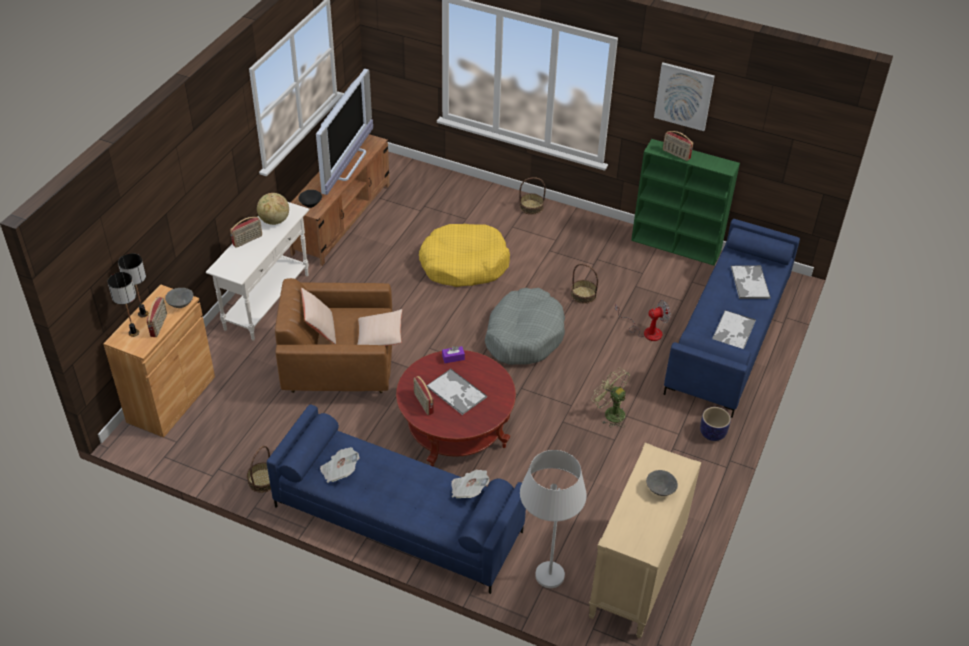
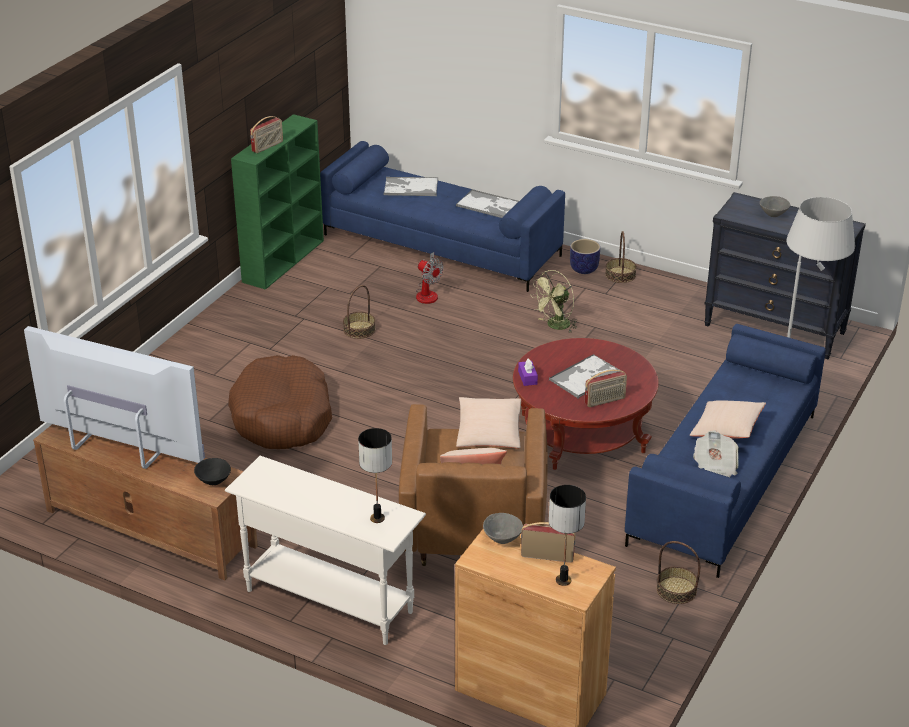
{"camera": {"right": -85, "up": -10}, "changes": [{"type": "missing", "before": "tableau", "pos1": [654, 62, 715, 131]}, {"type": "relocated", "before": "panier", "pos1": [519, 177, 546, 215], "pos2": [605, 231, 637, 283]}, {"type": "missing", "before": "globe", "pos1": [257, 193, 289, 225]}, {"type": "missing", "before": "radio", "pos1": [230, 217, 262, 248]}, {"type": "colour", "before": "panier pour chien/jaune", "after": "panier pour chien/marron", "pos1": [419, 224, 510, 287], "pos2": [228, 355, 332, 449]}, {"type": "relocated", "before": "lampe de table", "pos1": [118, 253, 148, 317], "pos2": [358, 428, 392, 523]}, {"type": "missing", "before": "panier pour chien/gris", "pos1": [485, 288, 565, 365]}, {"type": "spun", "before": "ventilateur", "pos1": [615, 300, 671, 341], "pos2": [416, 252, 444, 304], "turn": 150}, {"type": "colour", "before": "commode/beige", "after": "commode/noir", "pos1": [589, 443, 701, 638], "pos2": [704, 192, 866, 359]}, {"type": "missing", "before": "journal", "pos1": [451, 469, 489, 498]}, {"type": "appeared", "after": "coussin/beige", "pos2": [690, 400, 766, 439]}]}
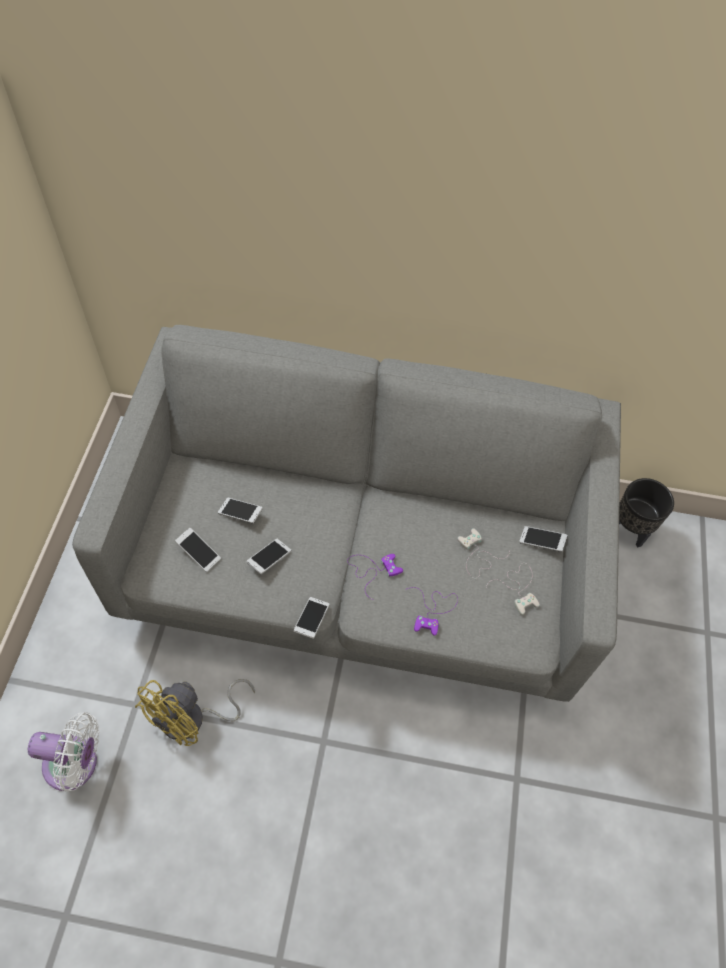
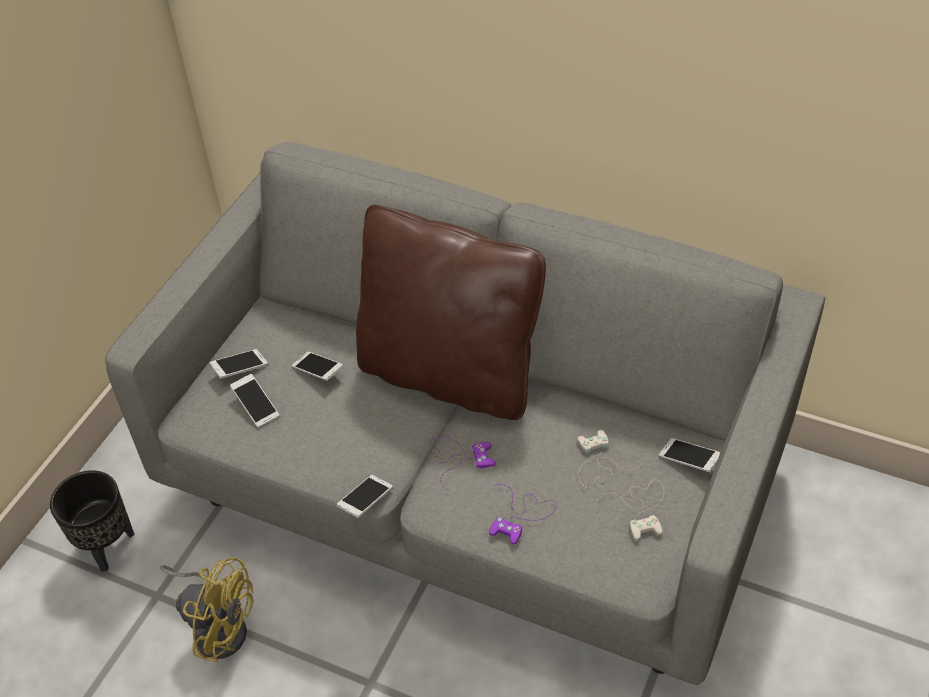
{"camera": {"right": 20, "up": -10}, "changes": [{"type": "relocated", "before": "cache-pot/noir", "pos1": [619, 478, 674, 548], "pos2": [50, 470, 135, 572]}, {"type": "relocated", "before": "téléphone", "pos1": [246, 539, 291, 574], "pos2": [209, 349, 268, 379]}, {"type": "spun", "before": "ventilateur/jaune", "pos1": [135, 679, 255, 746], "pos2": [160, 557, 253, 662], "turn": -120}, {"type": "missing", "before": "ventilateur/blanc", "pos1": [28, 712, 99, 792]}, {"type": "appeared", "after": "coussin/marron", "pos2": [356, 205, 546, 420]}]}
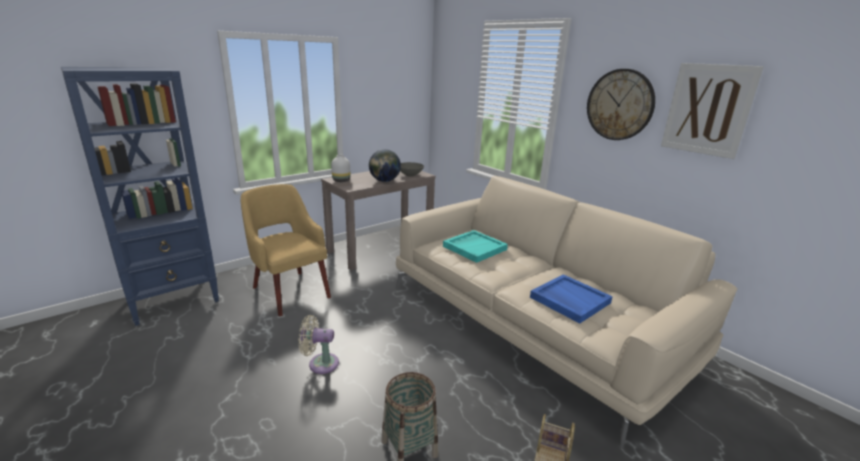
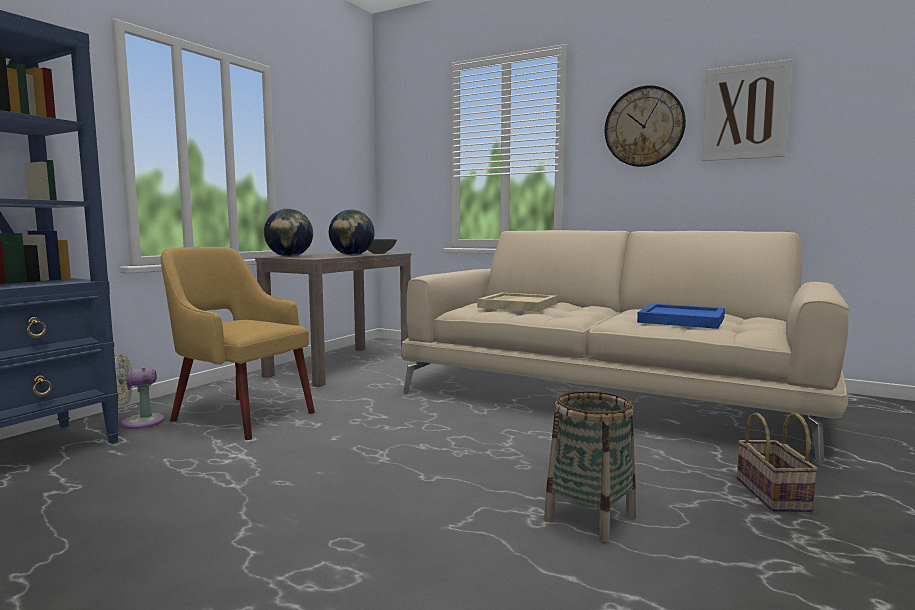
{"camera": {"right": -20, "up": -15}, "changes": [{"type": "exchanged", "before": "vase/blanc", "after": "globe", "pos1": [331, 155, 350, 182], "pos2": [264, 209, 313, 257]}, {"type": "colour", "before": "plateau/turquoise", "after": "plateau/beige", "pos1": [443, 230, 508, 263], "pos2": [477, 292, 558, 312]}, {"type": "relocated", "before": "ventilateur/beige", "pos1": [298, 315, 339, 374], "pos2": [114, 354, 165, 429]}]}
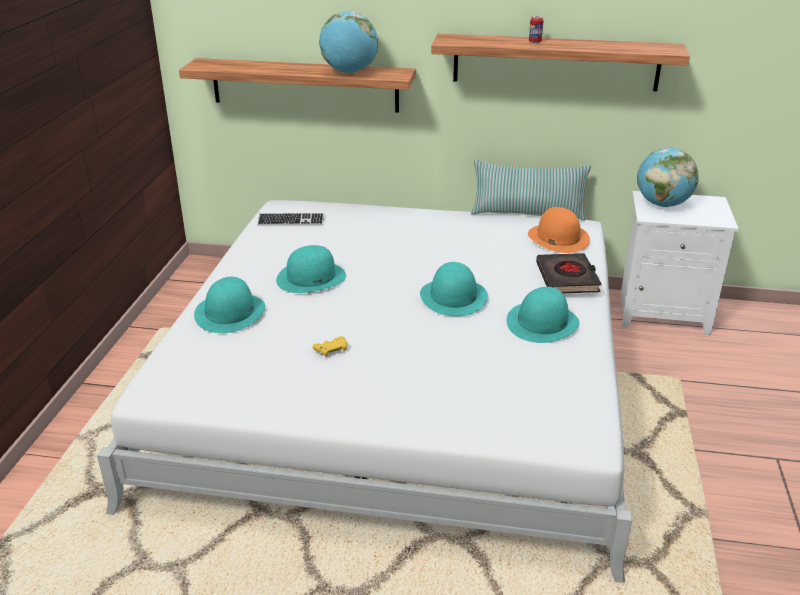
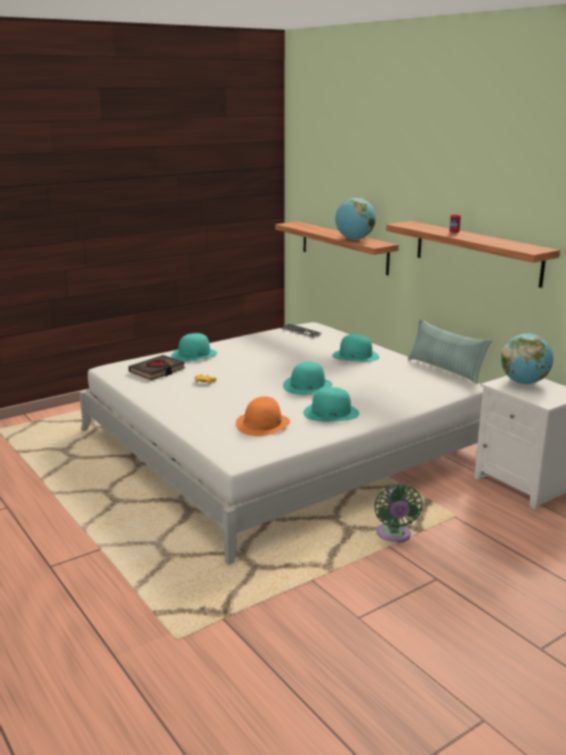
{"camera": {"right": 45, "up": -10}, "changes": [{"type": "relocated", "before": "chapeau/orange", "pos1": [528, 207, 590, 253], "pos2": [236, 396, 290, 436]}, {"type": "relocated", "before": "chapeau/turquoise", "pos1": [276, 245, 346, 293], "pos2": [332, 334, 379, 362]}, {"type": "relocated", "before": "livre/noir", "pos1": [536, 253, 602, 293], "pos2": [128, 355, 185, 380]}, {"type": "appeared", "after": "ventilateur/vert", "pos2": [374, 484, 422, 543]}]}
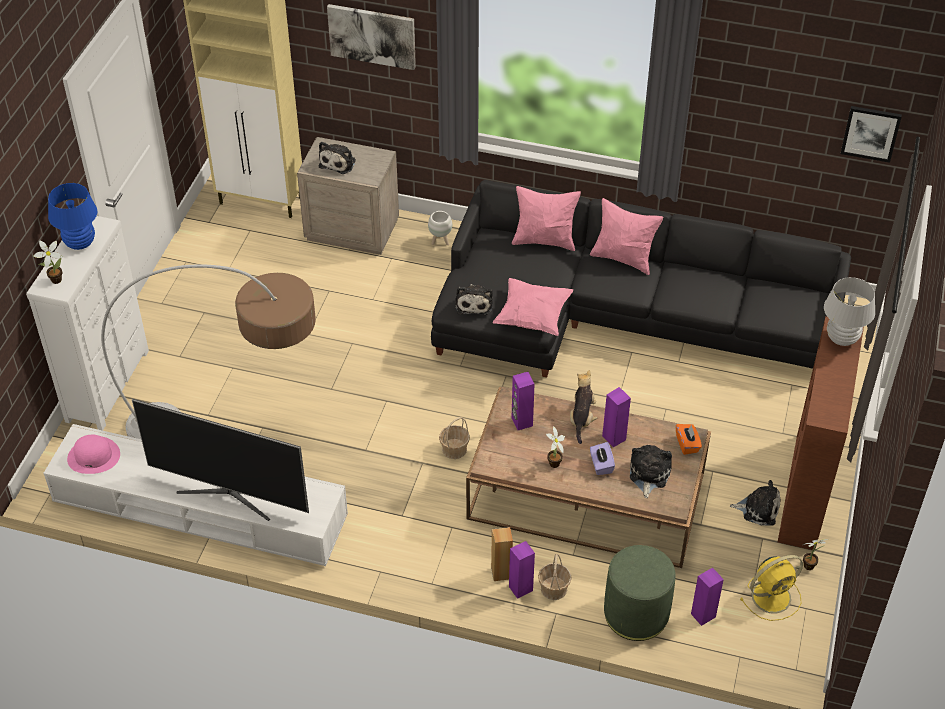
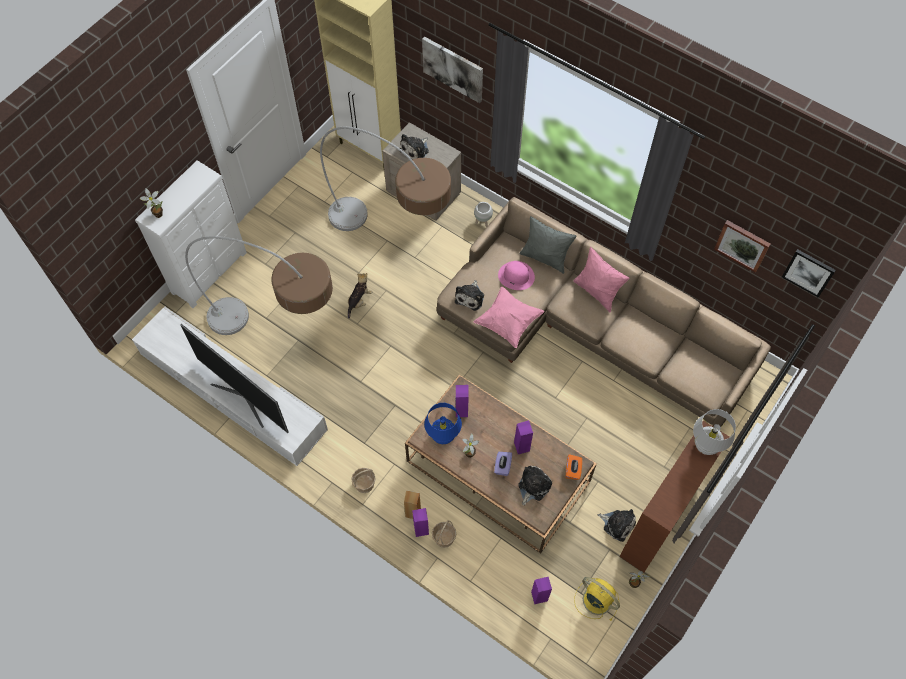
{"camera": {"right": 20, "up": 15}, "changes": [{"type": "colour", "before": "canapé/noir", "after": "canapé/beige", "pos1": [431, 180, 851, 378], "pos2": [437, 197, 771, 427]}, {"type": "relocated", "before": "lampe de table/bleu", "pos1": [48, 183, 97, 250], "pos2": [424, 403, 462, 444]}, {"type": "colour", "before": "coussin/rose", "after": "coussin/gris", "pos1": [512, 186, 581, 251], "pos2": [520, 216, 576, 274]}, {"type": "relocated", "before": "peluche", "pos1": [570, 370, 597, 444], "pos2": [348, 273, 372, 319]}, {"type": "relocated", "before": "panier", "pos1": [439, 417, 470, 459], "pos2": [351, 468, 376, 493]}, {"type": "relocated", "before": "chapeau/rose", "pos1": [67, 435, 120, 474], "pos2": [498, 261, 535, 290]}, {"type": "missing", "before": "pouf/vert", "pos1": [604, 545, 676, 641]}, {"type": "spun", "before": "ventilateur/jaune", "pos1": [740, 555, 803, 621], "pos2": [574, 577, 620, 622], "turn": -135}, {"type": "appeared", "after": "lampadaire", "pos2": [320, 127, 451, 231]}, {"type": "appeared", "after": "tableau", "pos2": [714, 220, 771, 273]}]}
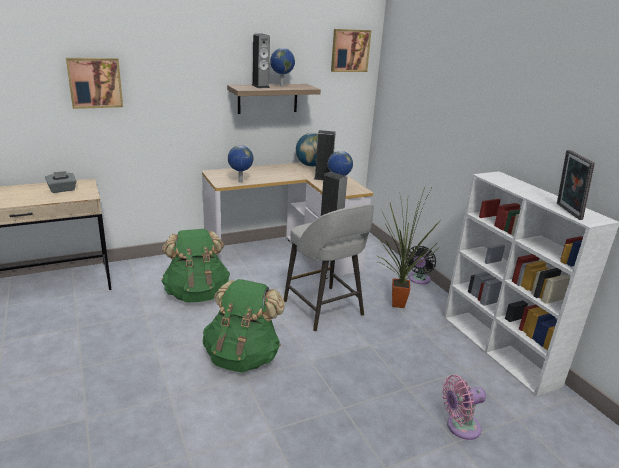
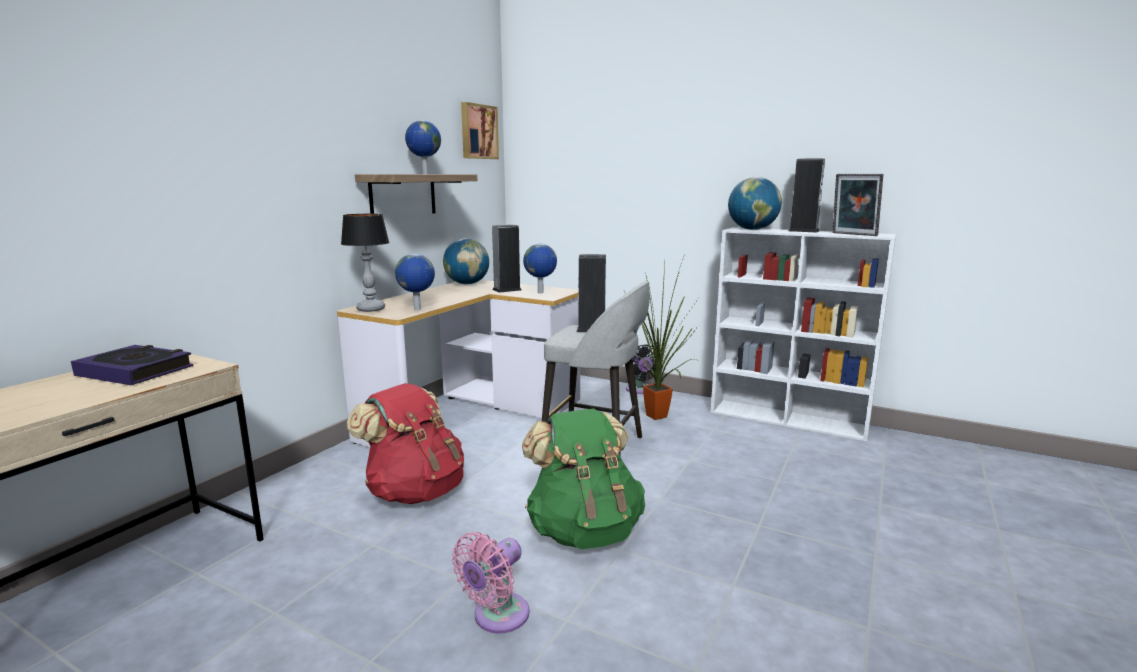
{"camera": {"right": -35, "up": -10}, "changes": [{"type": "relocated", "before": "enceinte", "pos1": [252, 33, 270, 88], "pos2": [788, 158, 825, 233]}, {"type": "missing", "before": "tableau", "pos1": [66, 58, 123, 109]}, {"type": "exchanged", "before": "boîte à mouchoirs/gris", "after": "livre", "pos1": [45, 171, 76, 193], "pos2": [71, 345, 193, 385]}, {"type": "colour", "before": "sac à dos/vert", "after": "sac à dos/rouge", "pos1": [161, 229, 230, 303], "pos2": [347, 383, 464, 504]}, {"type": "relocated", "before": "ventilateur/rose", "pos1": [442, 375, 486, 440], "pos2": [452, 532, 529, 633]}, {"type": "appeared", "after": "globe", "pos2": [728, 177, 782, 230]}, {"type": "appeared", "after": "lampe de table", "pos2": [341, 214, 389, 312]}]}
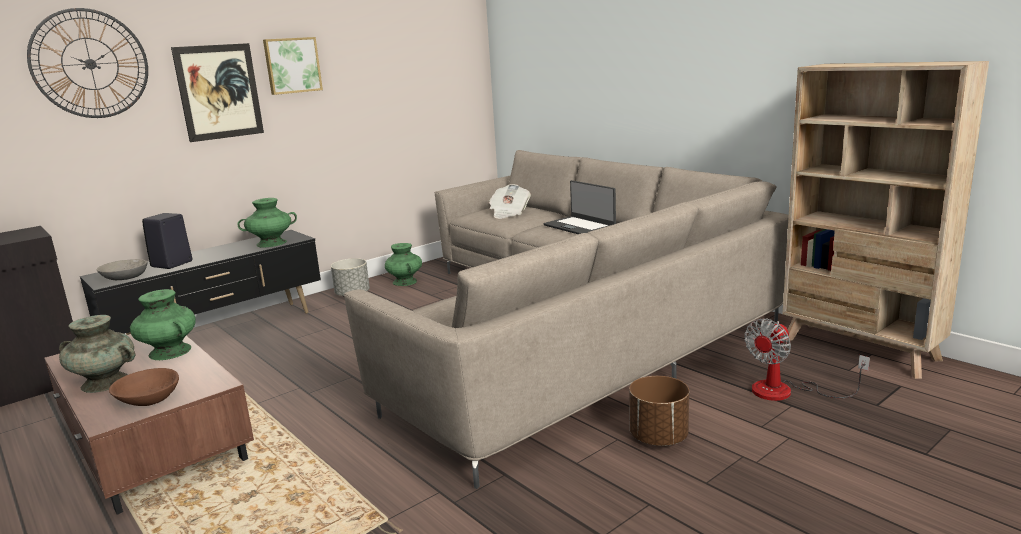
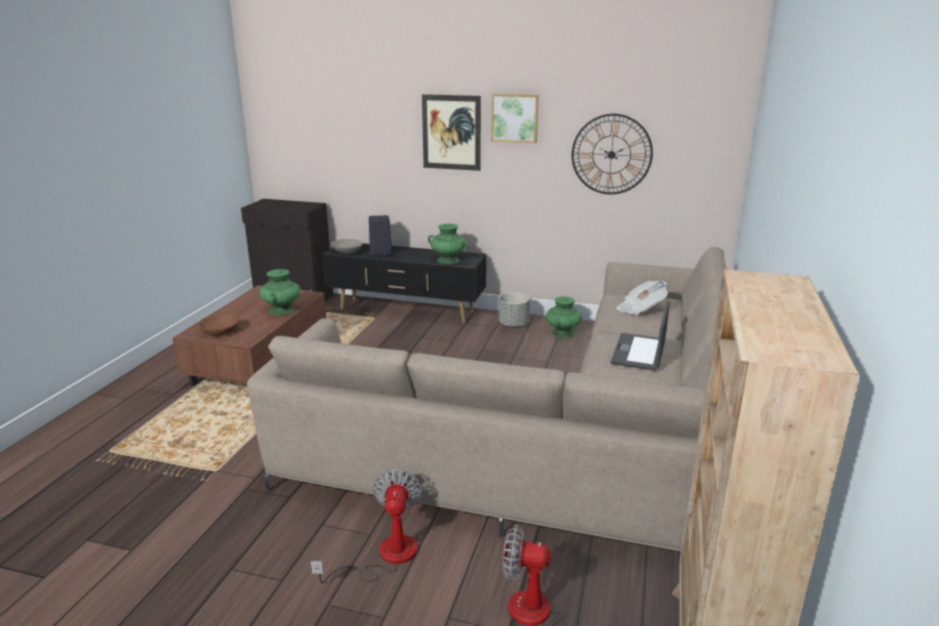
{"camera": {"right": 55, "up": 5}, "changes": [{"type": "relocated", "before": "horloge murale", "pos1": [27, 8, 148, 118], "pos2": [572, 113, 653, 194]}, {"type": "missing", "before": "vase/turquoise", "pos1": [59, 315, 136, 393]}, {"type": "exchanged", "before": "cache-pot/marron", "after": "ventilateur", "pos1": [629, 376, 689, 446], "pos2": [310, 469, 422, 583]}]}
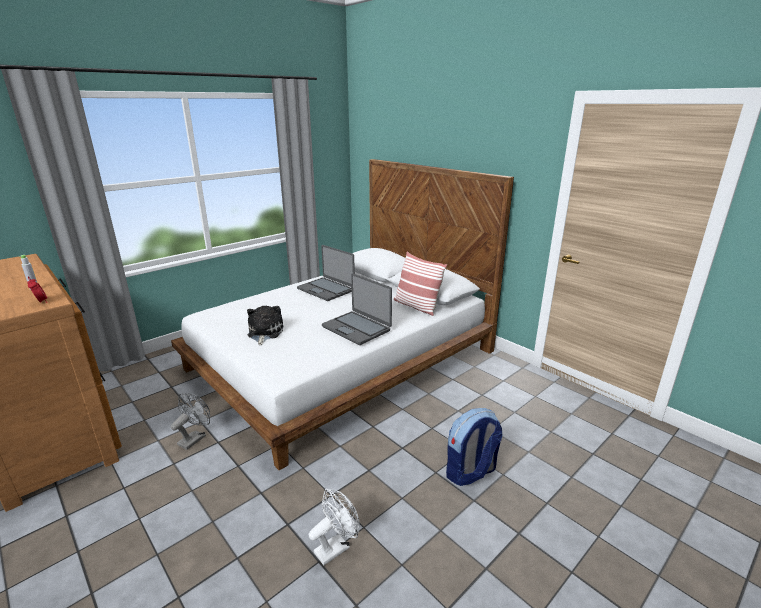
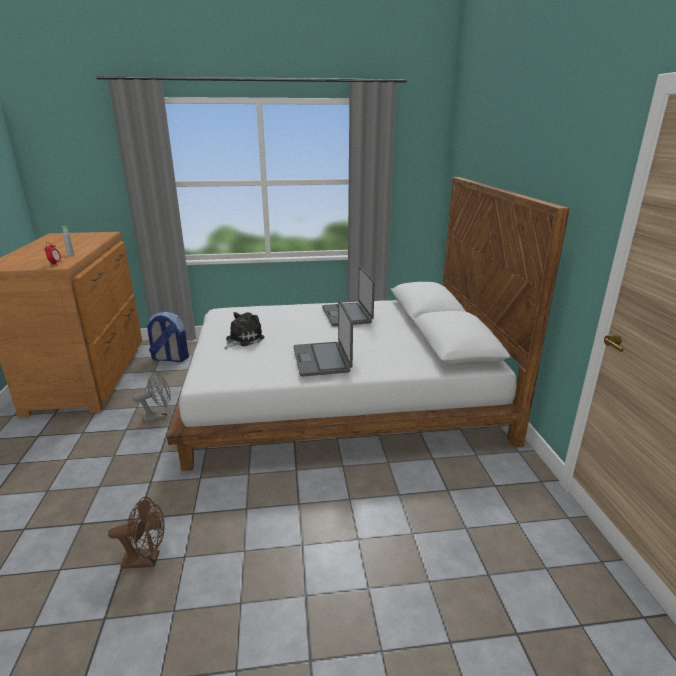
{"camera": {"right": 35, "up": 0}, "changes": [{"type": "missing", "before": "coussin", "pos1": [394, 251, 447, 316]}, {"type": "relocated", "before": "sac à dos", "pos1": [446, 408, 502, 486], "pos2": [146, 312, 189, 362]}, {"type": "colour", "before": "ventilateur/blanc", "after": "ventilateur/marron", "pos1": [309, 489, 360, 566], "pos2": [108, 497, 164, 569]}]}
